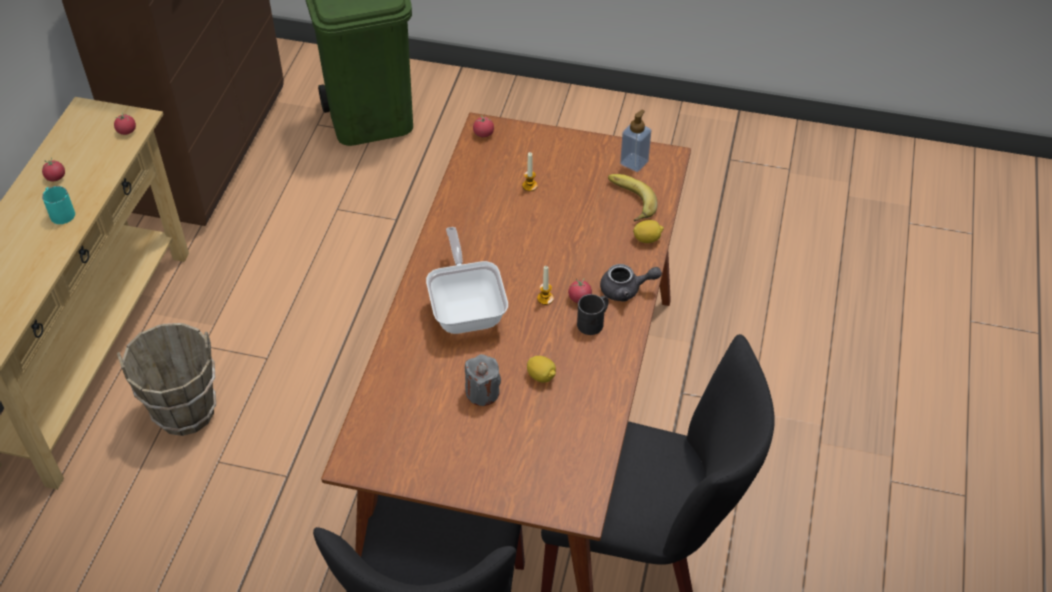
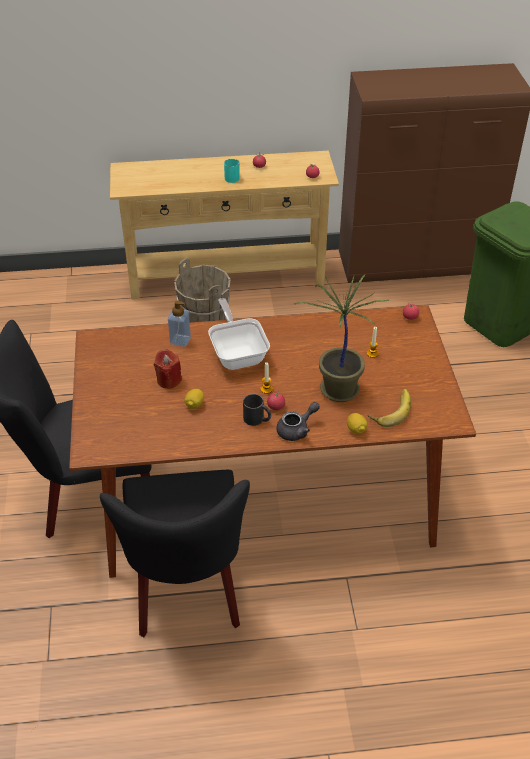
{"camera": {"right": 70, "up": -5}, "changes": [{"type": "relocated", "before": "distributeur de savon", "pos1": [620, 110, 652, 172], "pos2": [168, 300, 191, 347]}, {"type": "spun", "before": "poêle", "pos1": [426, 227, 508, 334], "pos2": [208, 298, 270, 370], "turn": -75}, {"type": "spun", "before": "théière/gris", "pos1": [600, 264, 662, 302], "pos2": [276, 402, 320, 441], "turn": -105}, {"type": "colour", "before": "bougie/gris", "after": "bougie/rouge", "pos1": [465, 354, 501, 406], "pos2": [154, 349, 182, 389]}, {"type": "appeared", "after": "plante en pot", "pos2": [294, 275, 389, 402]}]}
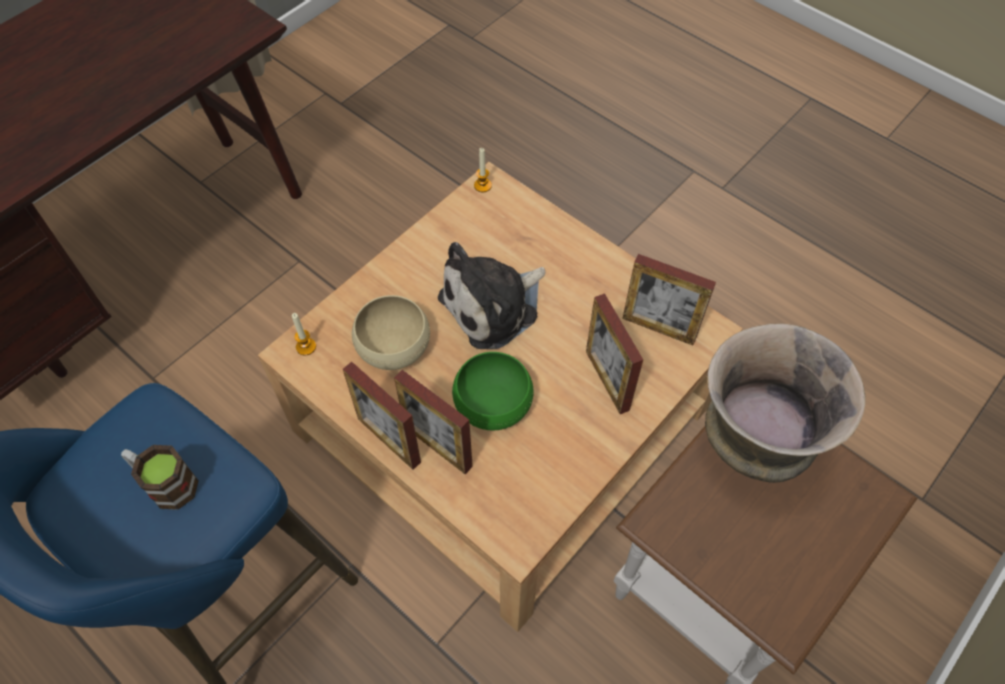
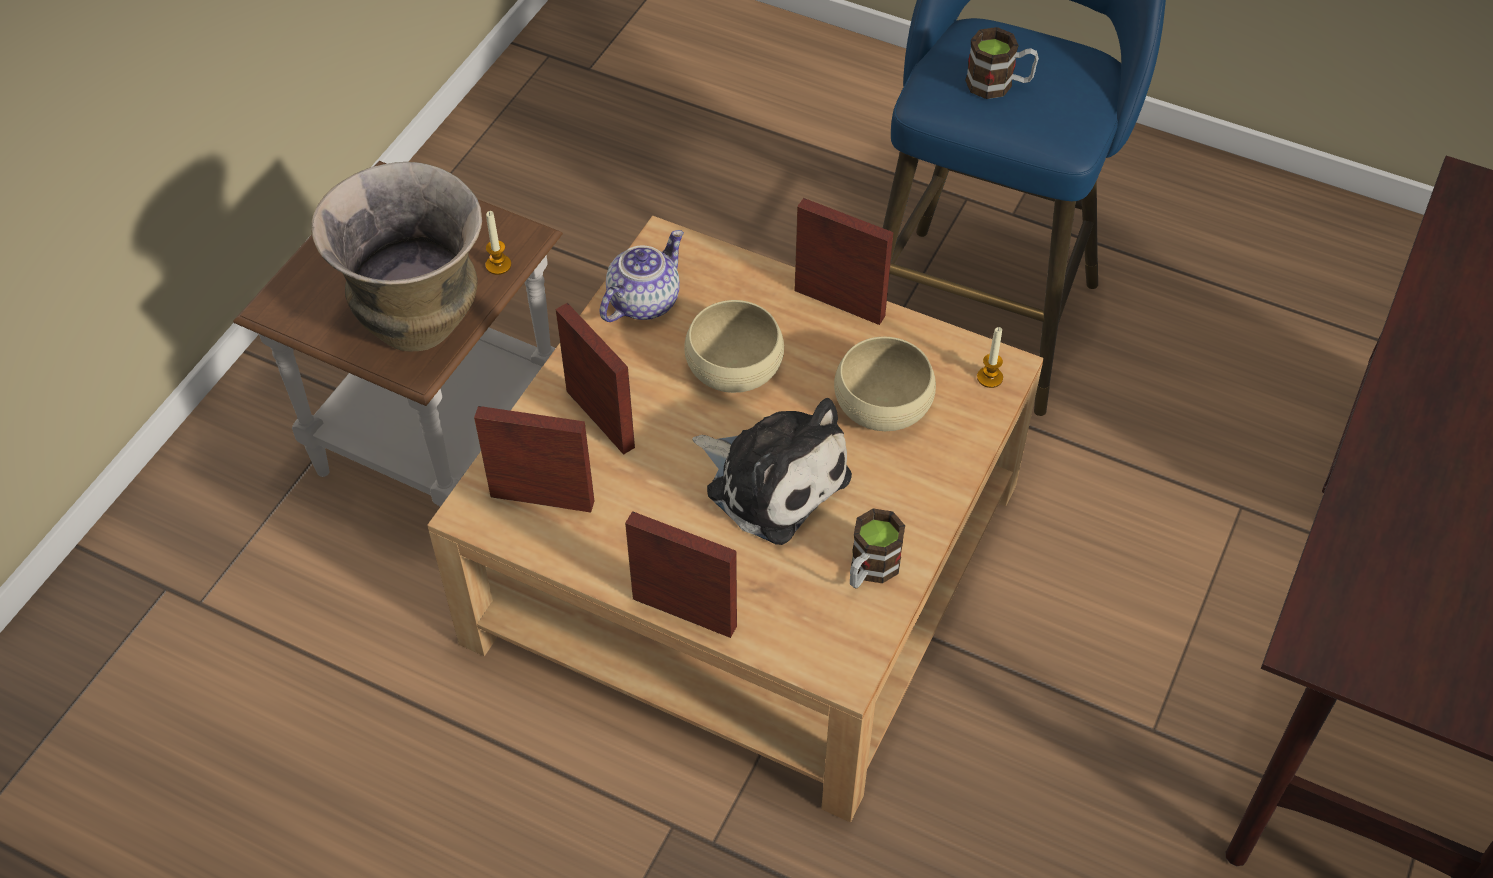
{"camera": {"right": 165, "up": -5}, "changes": [{"type": "relocated", "before": "bougie", "pos1": [474, 148, 492, 192], "pos2": [485, 211, 511, 275]}, {"type": "spun", "before": "peluche", "pos1": [438, 242, 545, 349], "pos2": [692, 398, 852, 545], "turn": 90}, {"type": "colour", "before": "bol/vert", "after": "bol/beige", "pos1": [452, 352, 534, 430], "pos2": [684, 300, 784, 393]}, {"type": "relocated", "before": "cadre photo", "pos1": [394, 370, 473, 474], "pos2": [625, 511, 737, 638]}, {"type": "appeared", "after": "théière", "pos2": [599, 230, 684, 322]}, {"type": "appeared", "after": "mug", "pos2": [850, 508, 905, 589]}]}
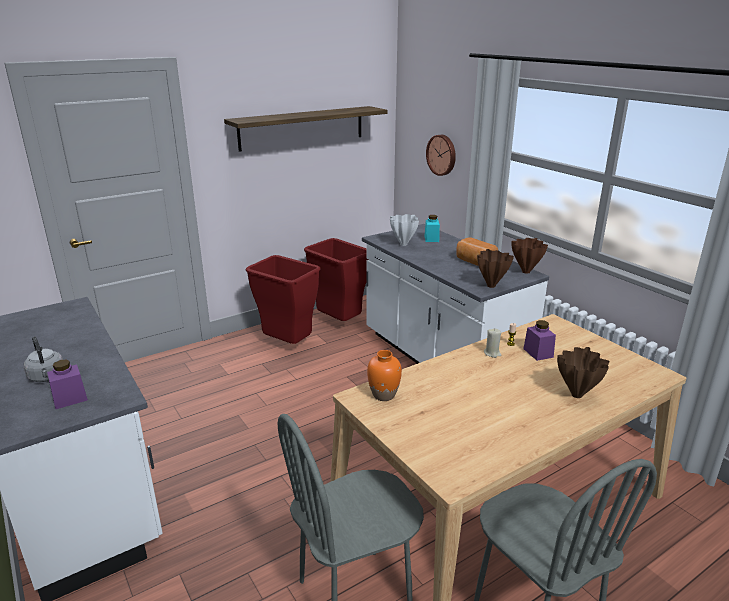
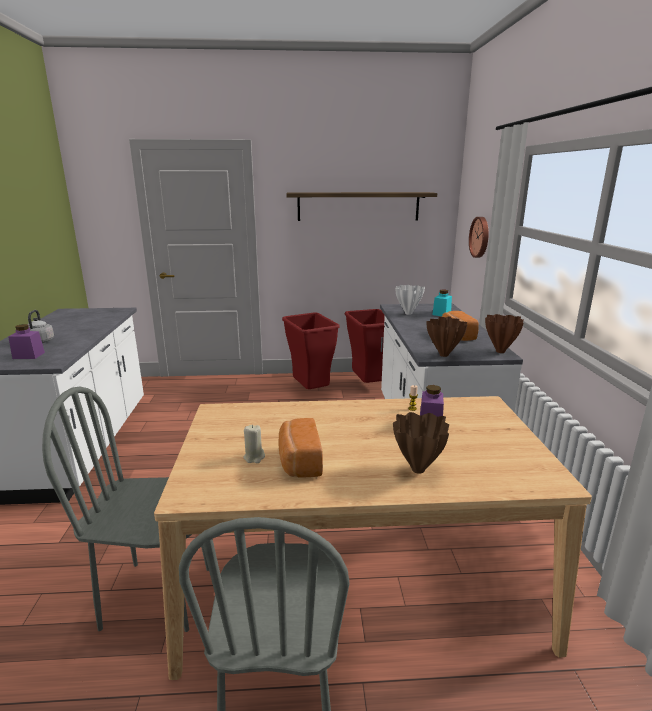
{"camera": {"right": 30, "up": -5}, "changes": [{"type": "relocated", "before": "bougie/beige", "pos1": [484, 328, 501, 358], "pos2": [243, 425, 265, 463]}, {"type": "missing", "before": "vase/orange", "pos1": [367, 350, 402, 401]}, {"type": "appeared", "after": "pain", "pos2": [279, 418, 323, 478]}]}
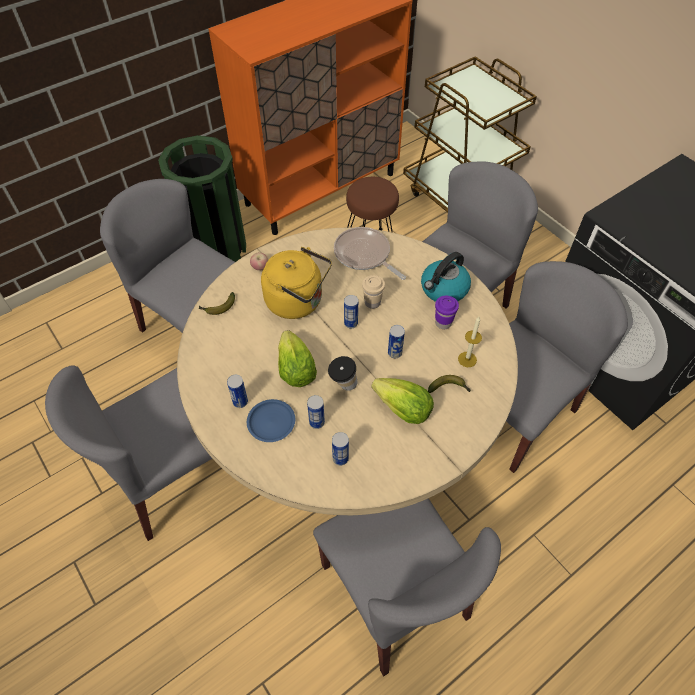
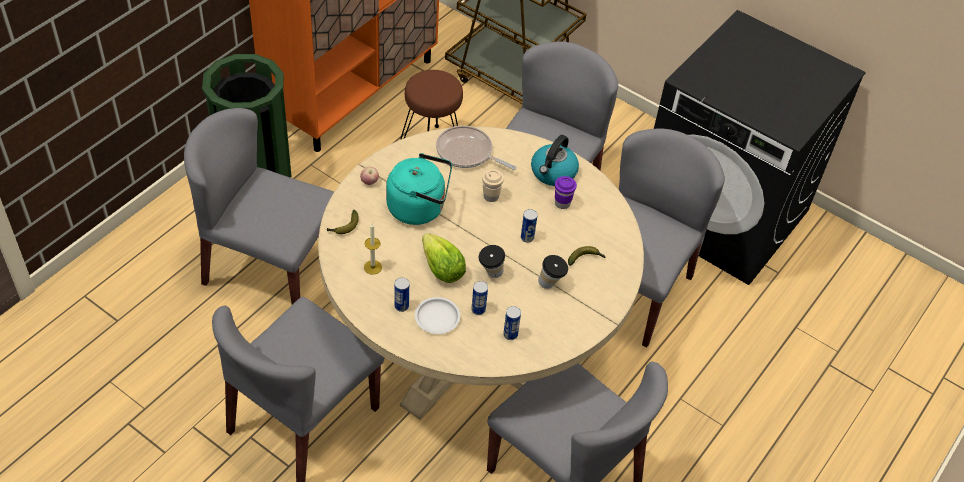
{"camera": {"right": -20, "up": -5}, "changes": [{"type": "colour", "before": "bouilloire/jaune", "after": "bouilloire/turquoise", "pos1": [261, 247, 332, 319], "pos2": [386, 153, 452, 225]}, {"type": "missing", "before": "boîte métallique", "pos1": [344, 295, 358, 328]}, {"type": "relocated", "before": "bougie", "pos1": [458, 317, 482, 367], "pos2": [364, 223, 382, 275]}, {"type": "exchanged", "before": "laitue", "after": "tasse", "pos1": [371, 378, 434, 424], "pos2": [538, 255, 568, 289]}, {"type": "colour", "before": "assiette/bleu", "after": "assiette/blanc", "pos1": [247, 399, 295, 442], "pos2": [415, 297, 460, 334]}]}
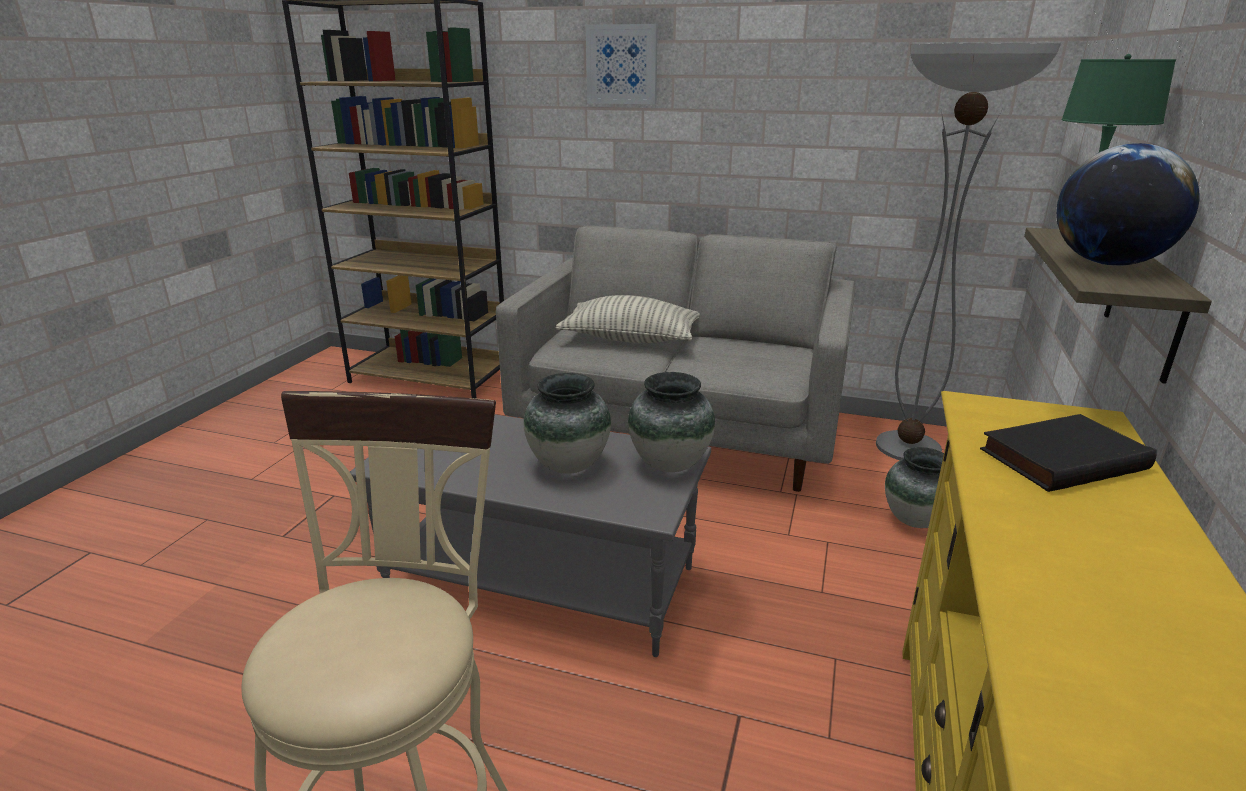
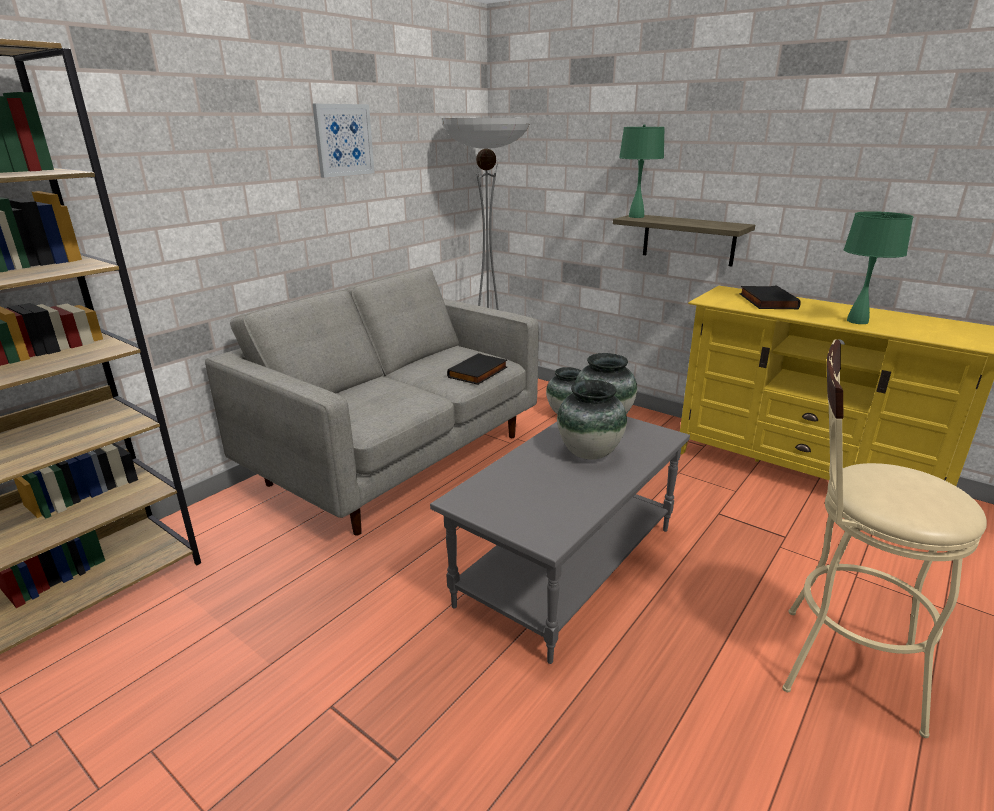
{"camera": {"right": -70, "up": 0}, "changes": [{"type": "relocated", "before": "tableau", "pos1": [586, 24, 658, 104], "pos2": [312, 104, 375, 178]}, {"type": "missing", "before": "globe", "pos1": [1056, 143, 1199, 266]}, {"type": "missing", "before": "coussin", "pos1": [555, 295, 700, 343]}, {"type": "appeared", "after": "lampe de table/vert", "pos2": [844, 211, 913, 324]}, {"type": "appeared", "after": "livre/noir", "pos2": [447, 353, 507, 385]}]}
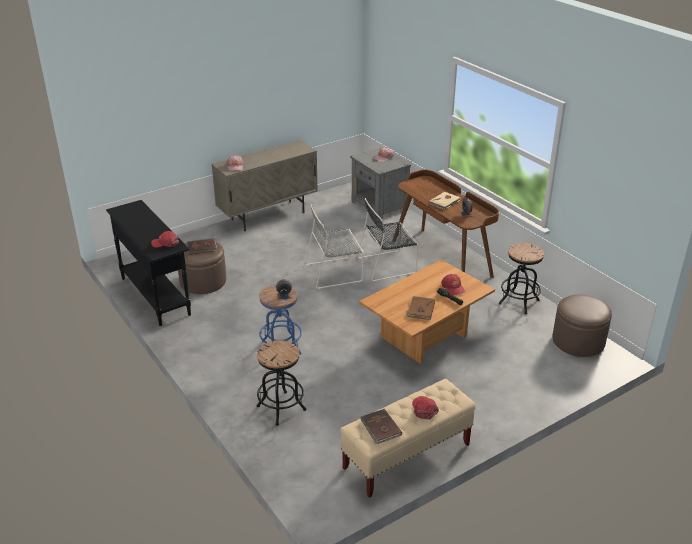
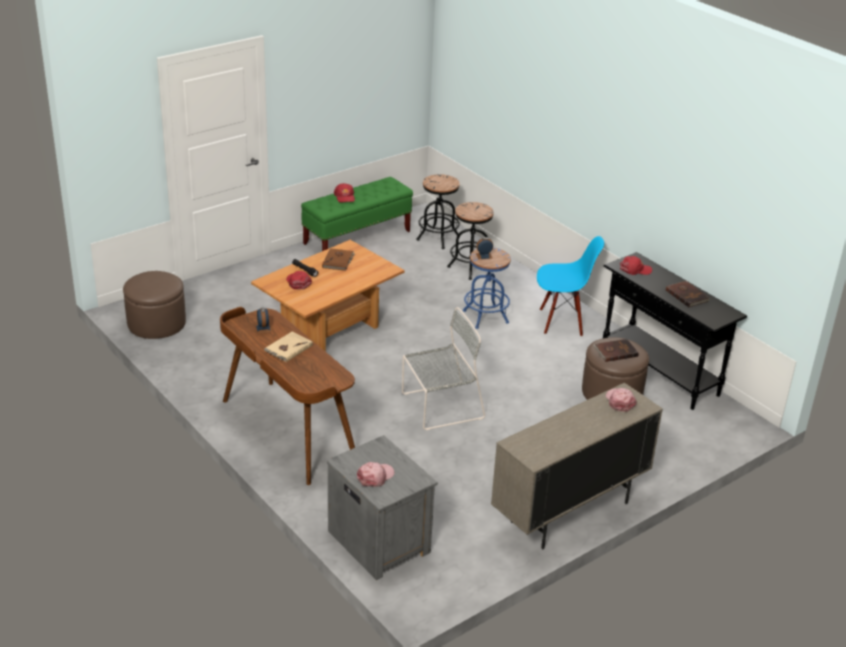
{"camera": {"right": 175, "up": 0}, "changes": [{"type": "missing", "before": "chaise/noir", "pos1": [357, 198, 418, 282]}, {"type": "relocated", "before": "tabouret/noir", "pos1": [499, 243, 544, 314], "pos2": [416, 174, 460, 249]}, {"type": "colour", "before": "banc/beige", "after": "banc/vert", "pos1": [340, 379, 476, 498], "pos2": [301, 177, 413, 251]}, {"type": "relocated", "before": "livre/marron", "pos1": [360, 409, 402, 444], "pos2": [666, 281, 710, 307]}, {"type": "appeared", "after": "chaise/bleu", "pos2": [537, 236, 604, 337]}]}
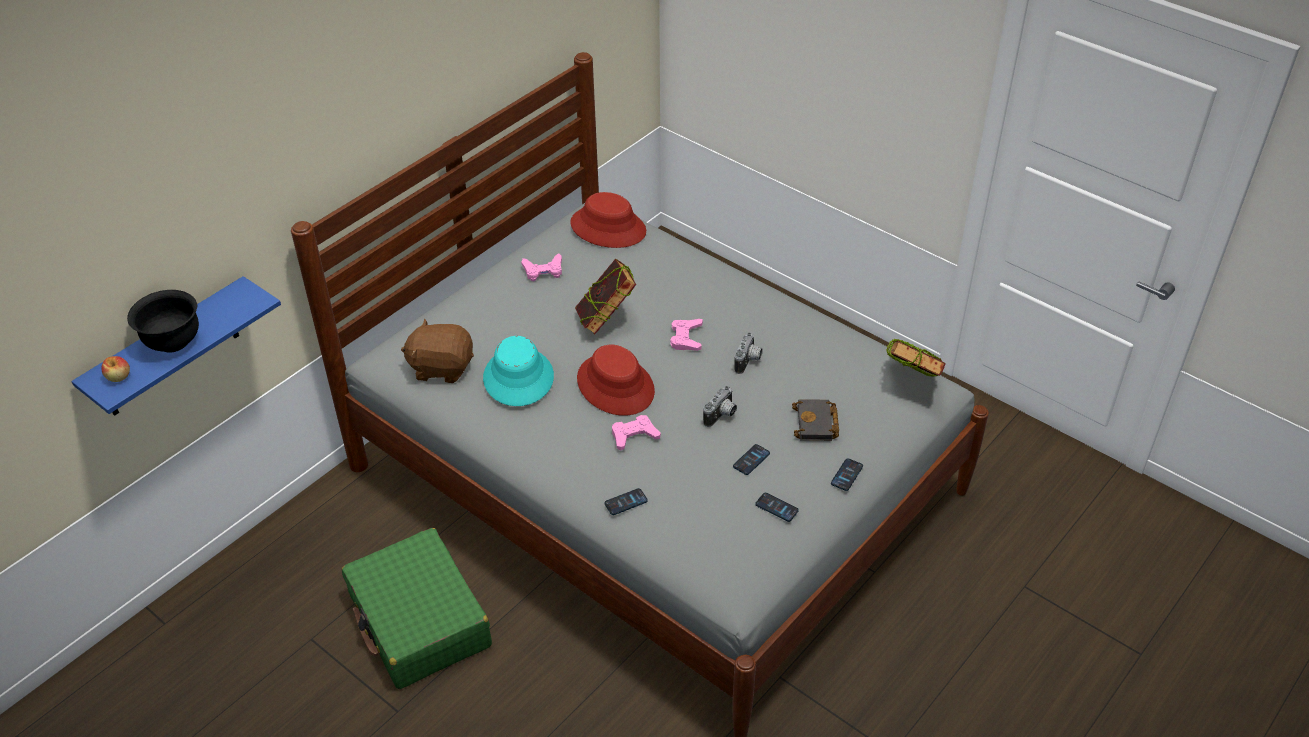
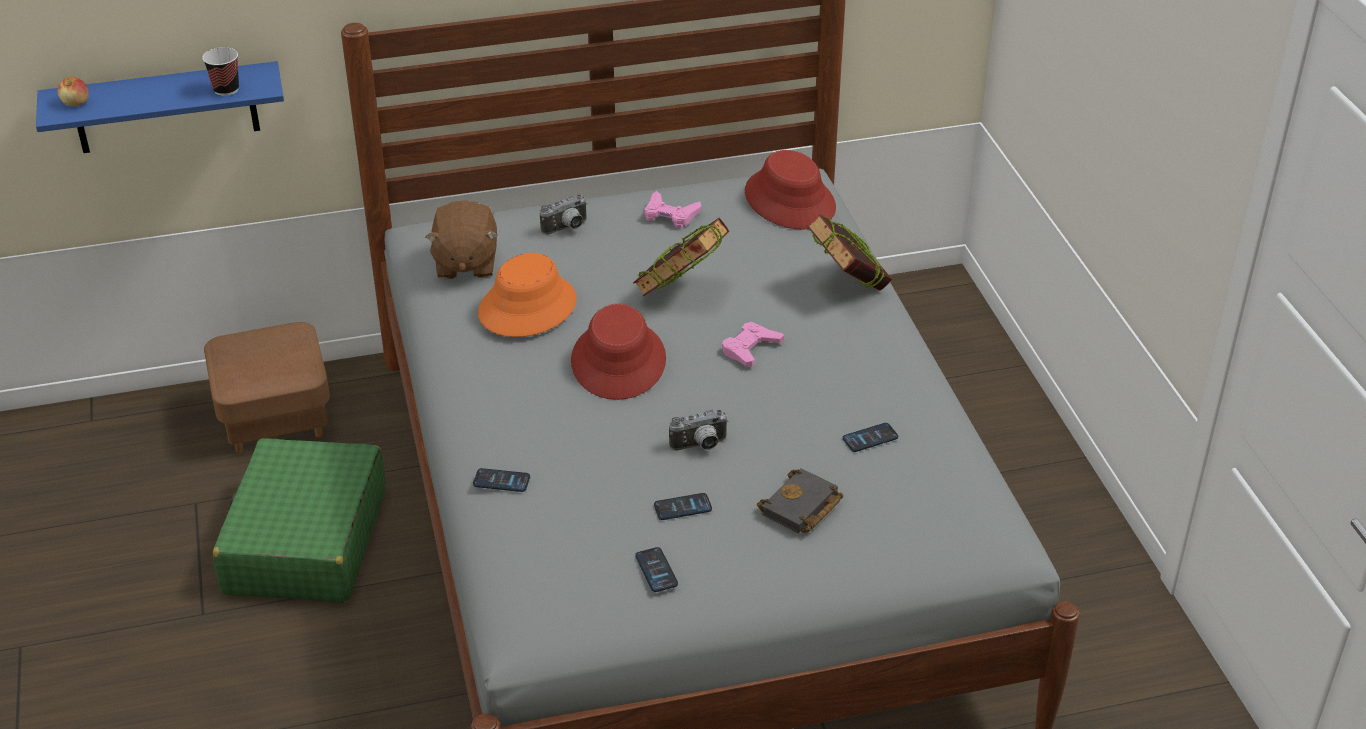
{"camera": {"right": 35, "up": -5}, "changes": [{"type": "missing", "before": "bol/noir", "pos1": [127, 290, 199, 353]}, {"type": "spun", "before": "peluche/marron", "pos1": [401, 319, 474, 383], "pos2": [425, 200, 498, 279], "turn": -135}, {"type": "relocated", "before": "appareil photo", "pos1": [734, 332, 763, 374], "pos2": [540, 194, 587, 235]}, {"type": "colour", "before": "chapeau/turquoise", "after": "chapeau/orange", "pos1": [483, 336, 554, 406], "pos2": [478, 253, 577, 337]}, {"type": "relocated", "before": "livre", "pos1": [886, 339, 946, 377], "pos2": [807, 214, 892, 291]}, {"type": "missing", "before": "manette/rose", "pos1": [612, 415, 661, 450]}, {"type": "relocated", "before": "téléphone", "pos1": [831, 458, 863, 491], "pos2": [843, 423, 898, 452]}, {"type": "appeared", "after": "tasse", "pos2": [202, 47, 239, 96]}, {"type": "appeared", "after": "pouf/marron", "pos2": [204, 322, 330, 453]}]}
